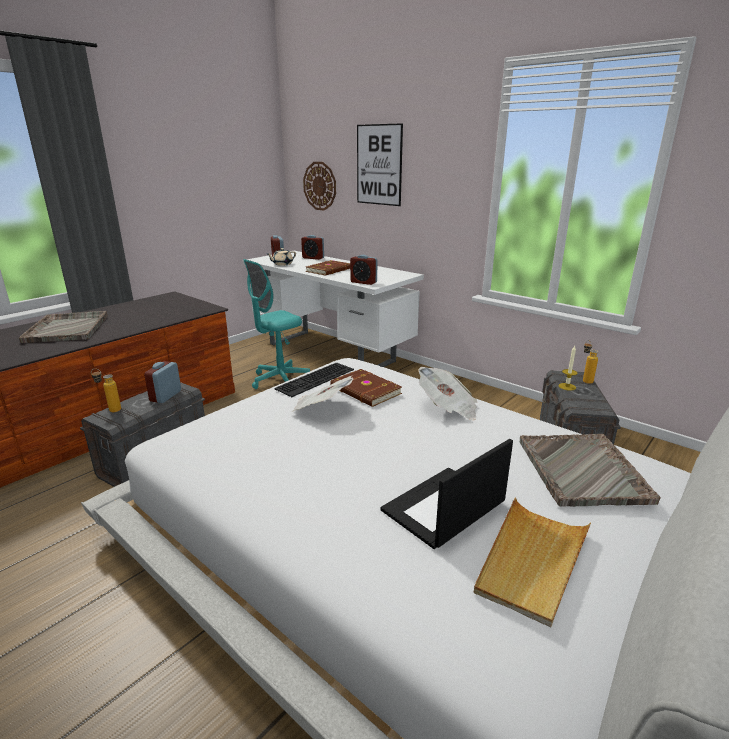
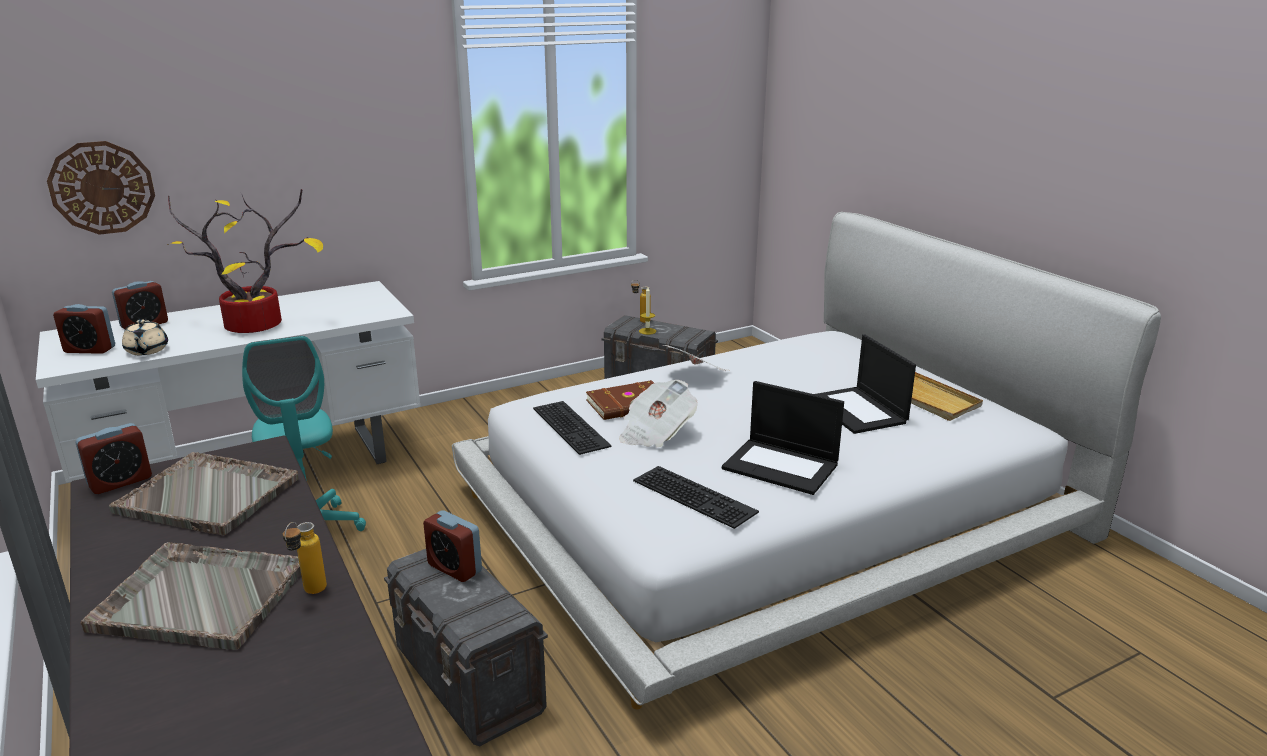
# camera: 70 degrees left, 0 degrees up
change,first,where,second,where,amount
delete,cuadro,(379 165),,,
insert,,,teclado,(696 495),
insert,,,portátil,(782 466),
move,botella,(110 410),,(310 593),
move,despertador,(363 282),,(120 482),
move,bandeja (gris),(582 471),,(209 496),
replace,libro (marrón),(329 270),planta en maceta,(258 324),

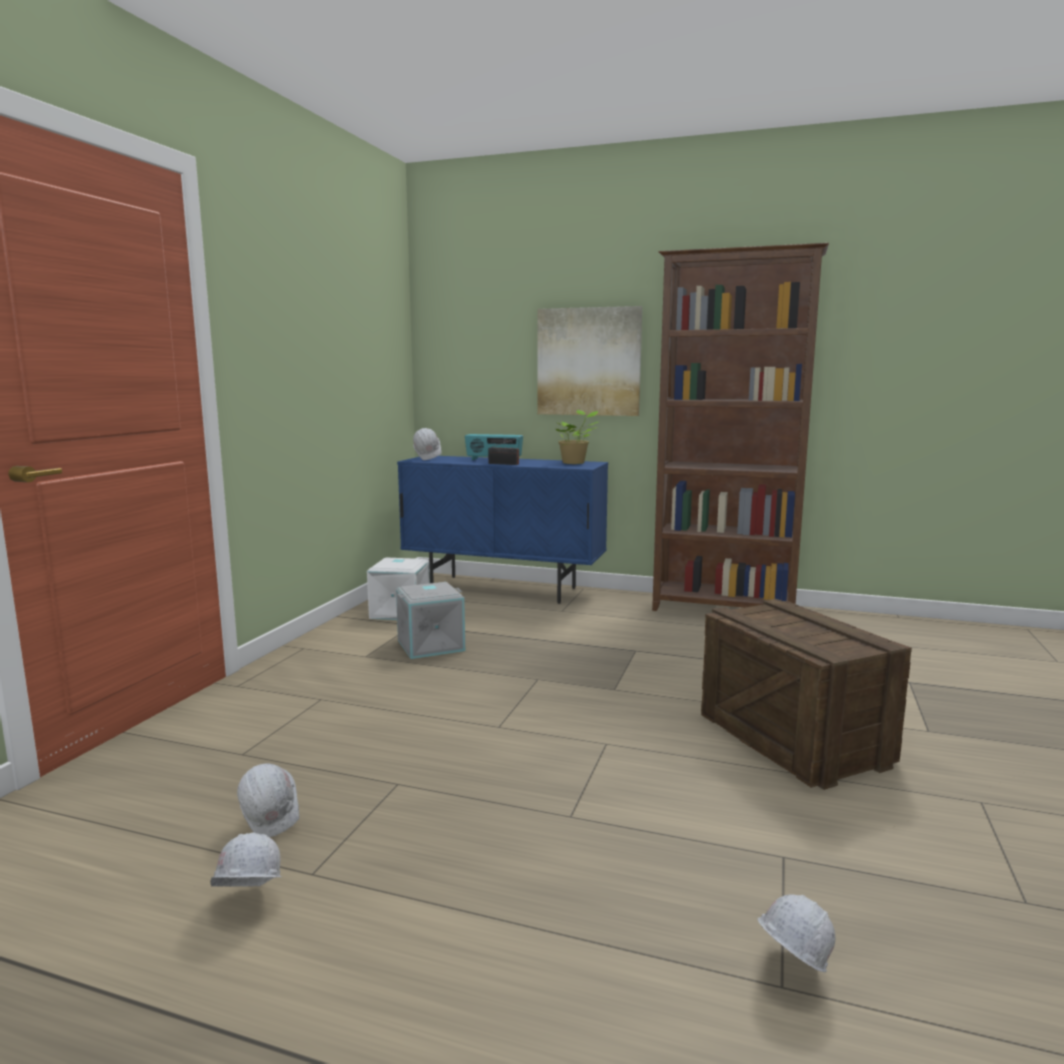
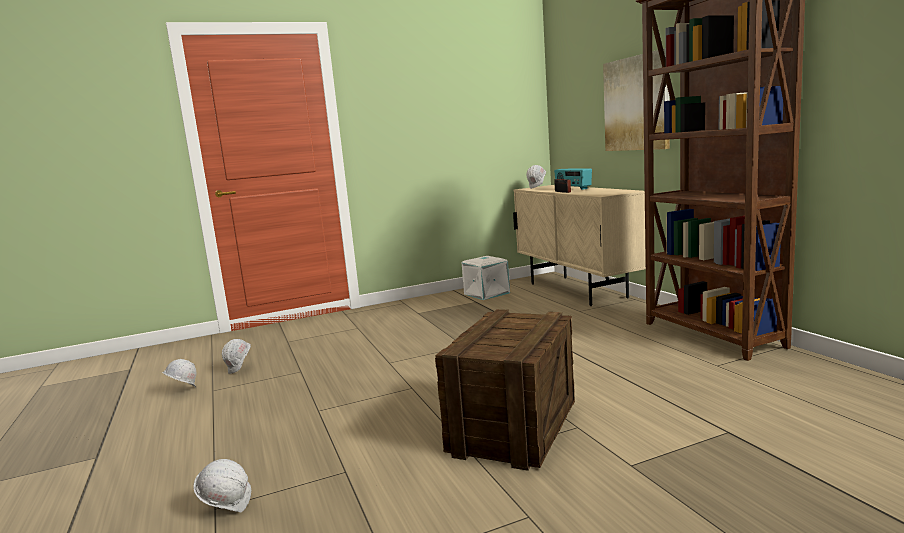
# camera: 50 degrees right, 0 degrees up
change,first,where,second,where,amount
delete,caja de almacenaje (gris),(431 645),,,
delete,planta en maceta,(575 463),,,
recolor,armario (azul),(503 589),armario (beis),(577 290),

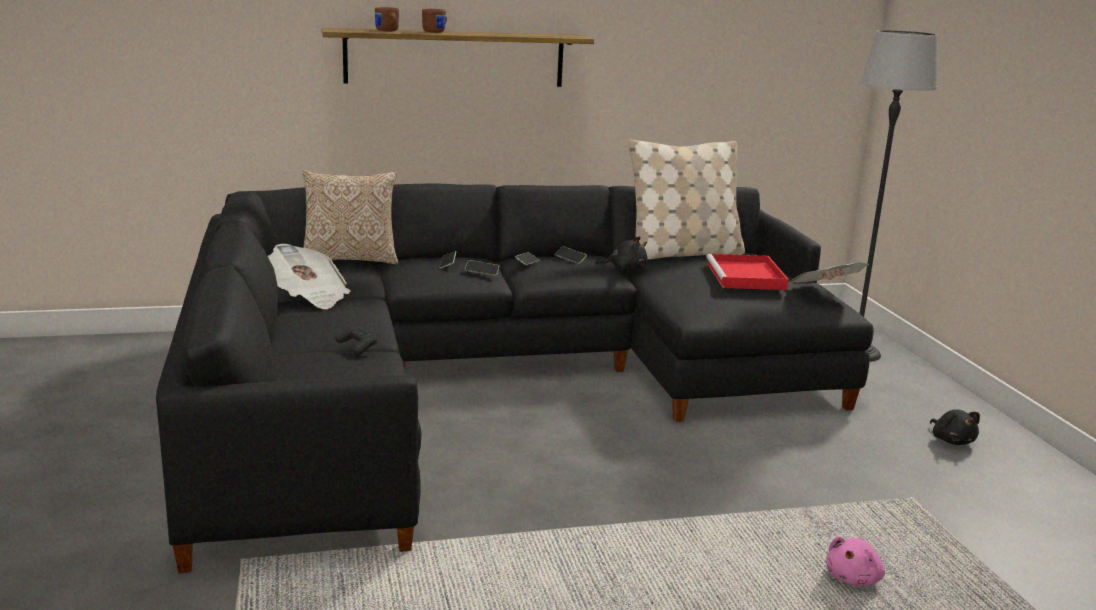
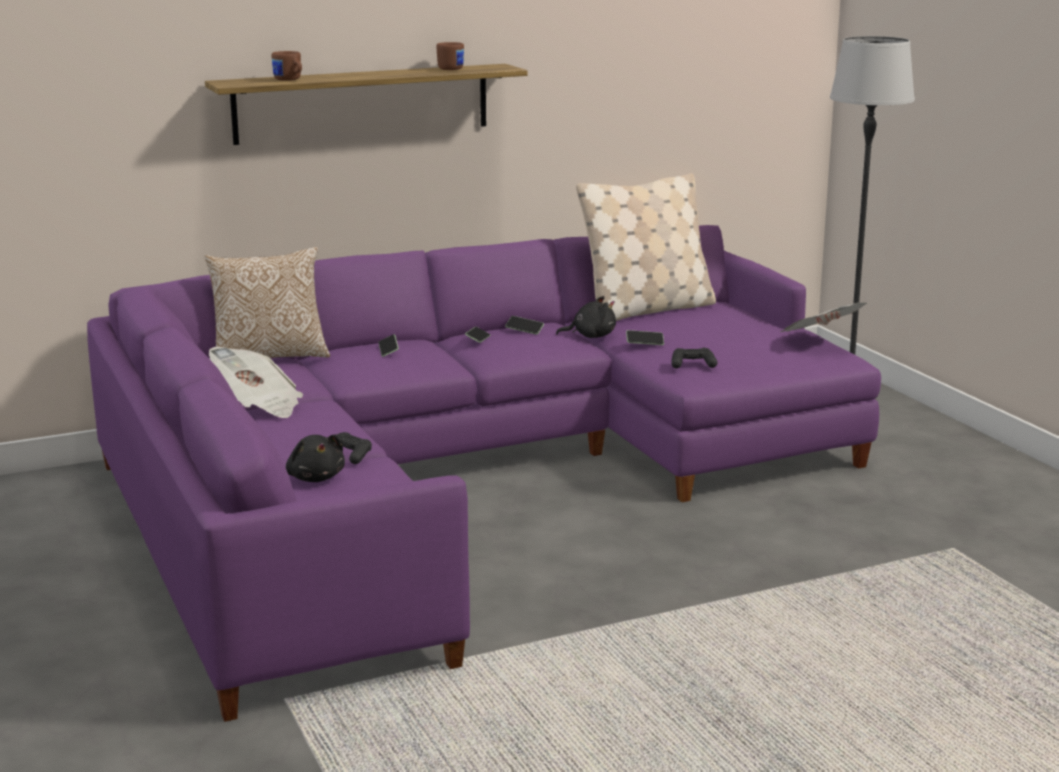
# camera: 10 degrees left, 0 degrees up
change,first,where,second,where,amount
delete,bandeja (rojo),(747 277),,,
delete,peluche (rosa),(853 578),,,
insert,,,mando de consola (negro),(692 365),
move,taza grande (marrón),(436 32),,(452 69),
move,móvil,(482 272),,(644 343),
move,peluche (negro),(952 440),,(316 478),
recolor,sofá (negro),(494 381),sofá (morado),(460 483),

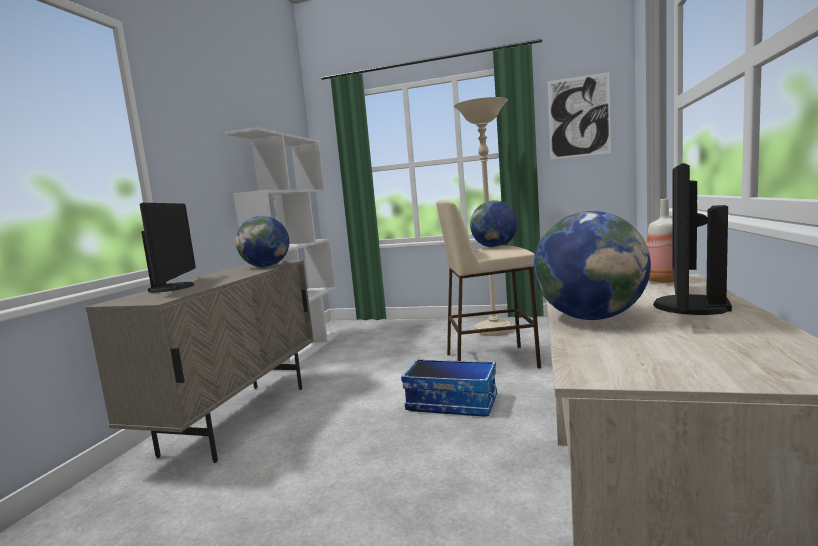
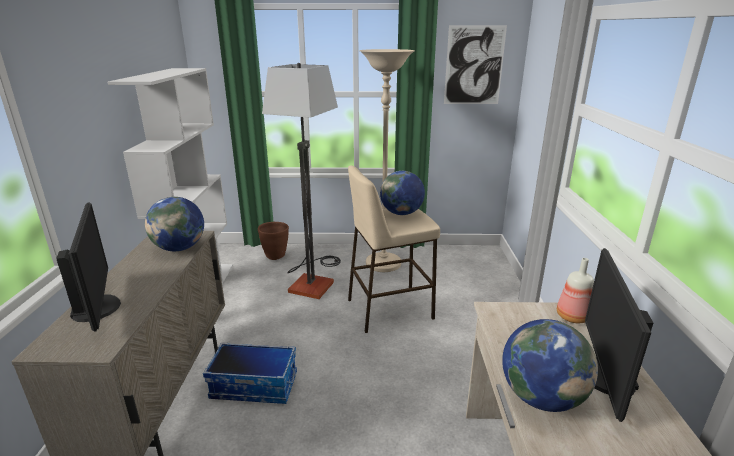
# camera: 15 degrees left, 15 degrees up
change,first,where,second,where,amount
insert,,,maceta (marrón),(275 256),
insert,,,lámpara de pie,(313 280),
move,caja de almacenaje,(452 403),,(255 385),

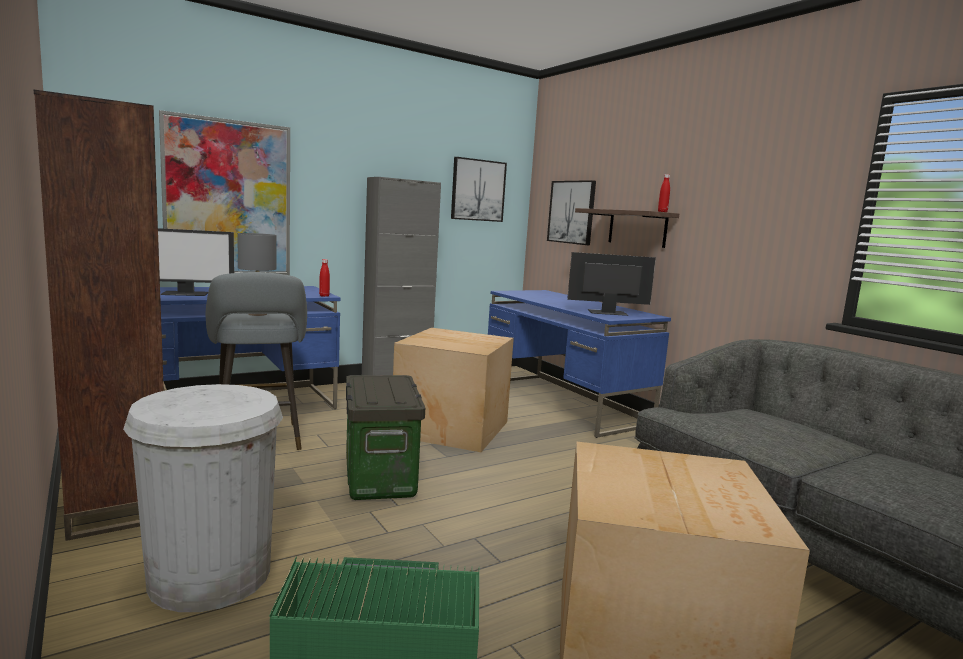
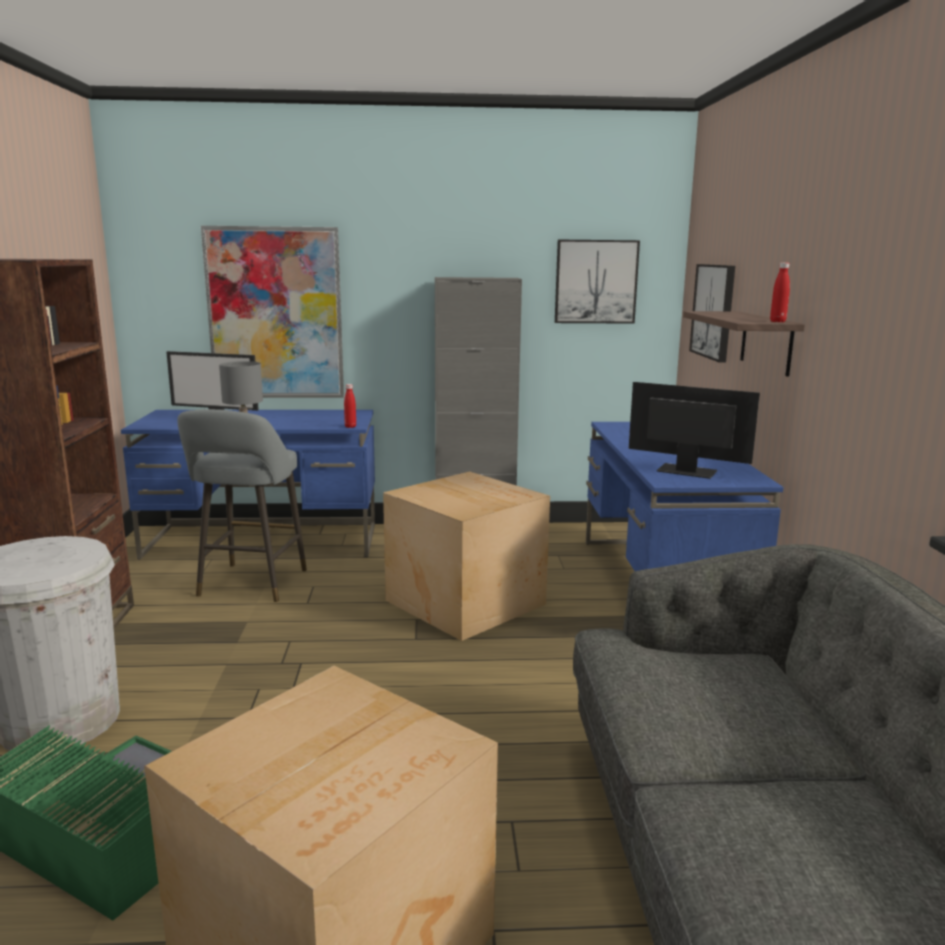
# camera: 30 degrees right, 5 degrees up
change,first,where,second,where,amount
delete,caja de almacenaje,(378 476),,,

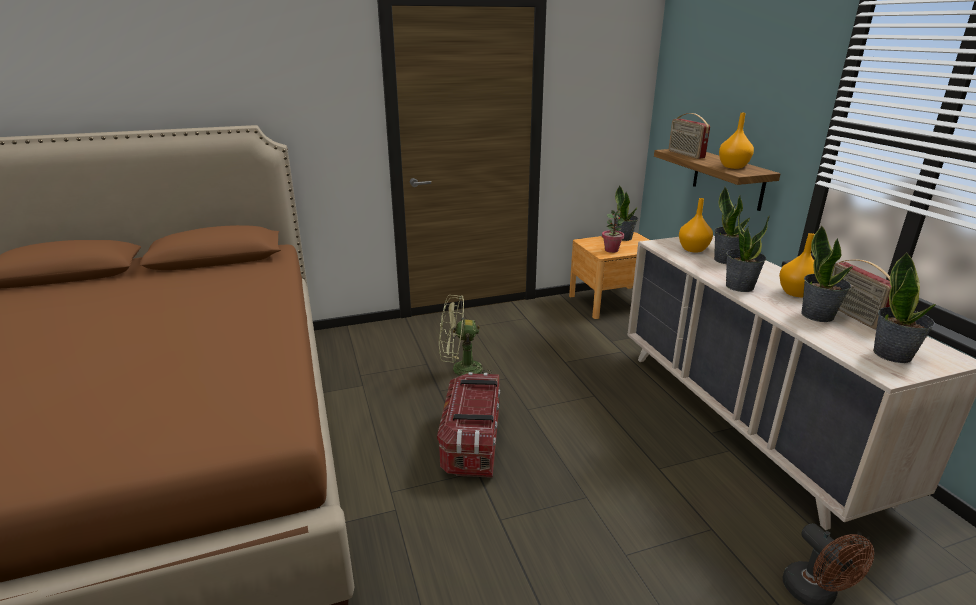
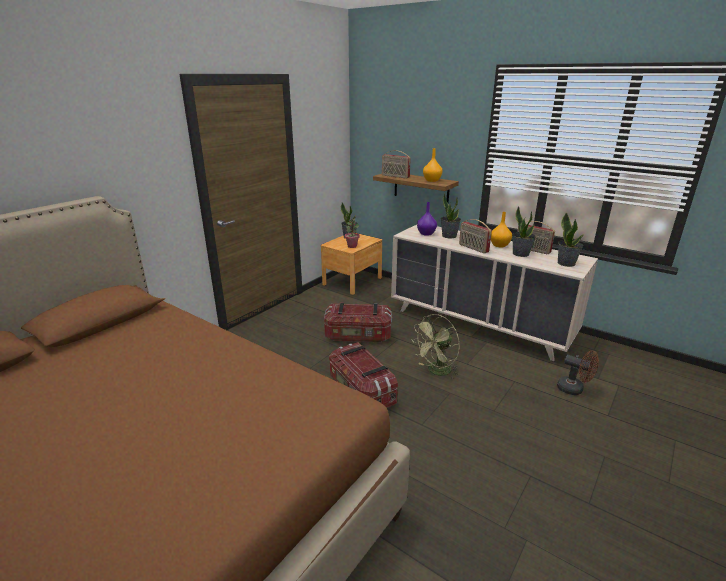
# camera: 35 degrees left, 0 degrees up
change,first,where,second,where,amount
insert,,,caja de almacenaje,(358 336),
move,ventilador (verde),(460 370),,(436 372),
replace,planta en maceta,(739 286),radio,(473 248),
recolor,florero (naranja),(693 249),florero (morado),(426 233),

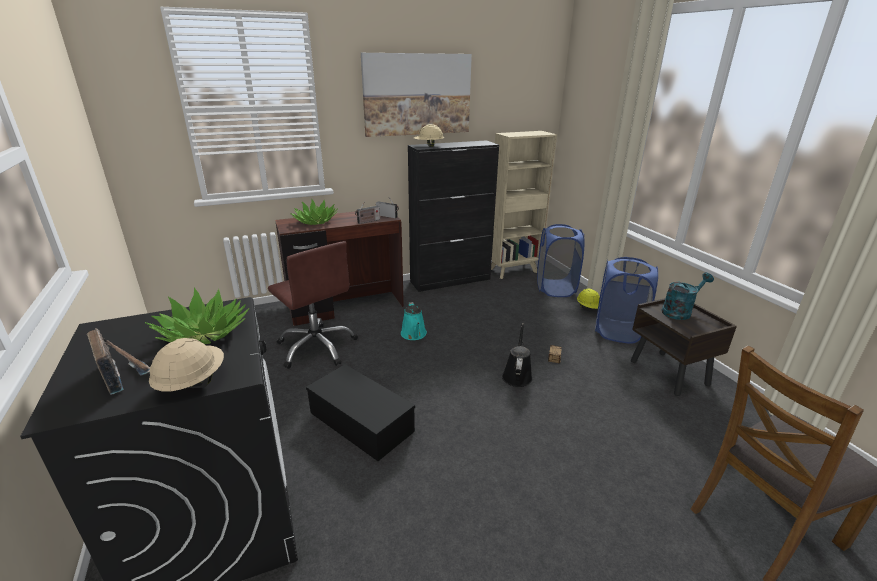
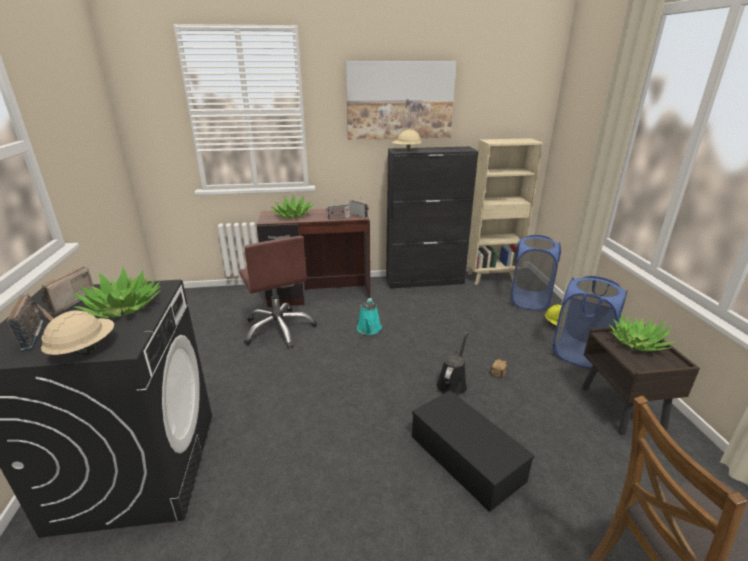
# camera: 15 degrees right, 0 degrees up
change,first,where,second,where,amount
insert,,,radio,(67 303),
move,caja de almacenaje (negro),(363 422),,(468 458),
replace,regadera (turquesa),(679 311),planta en maceta,(637 342),

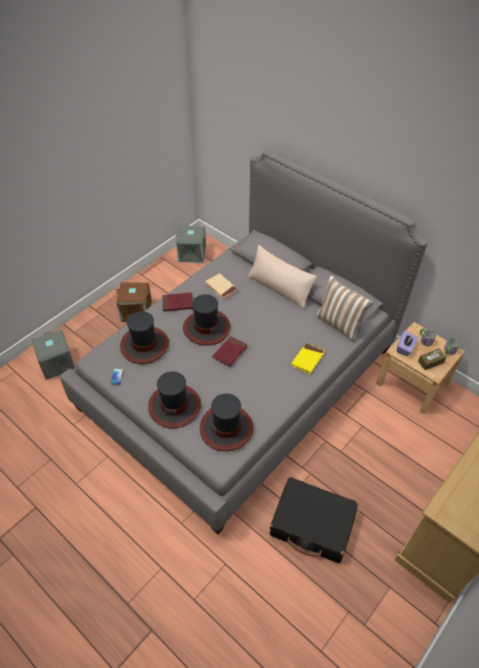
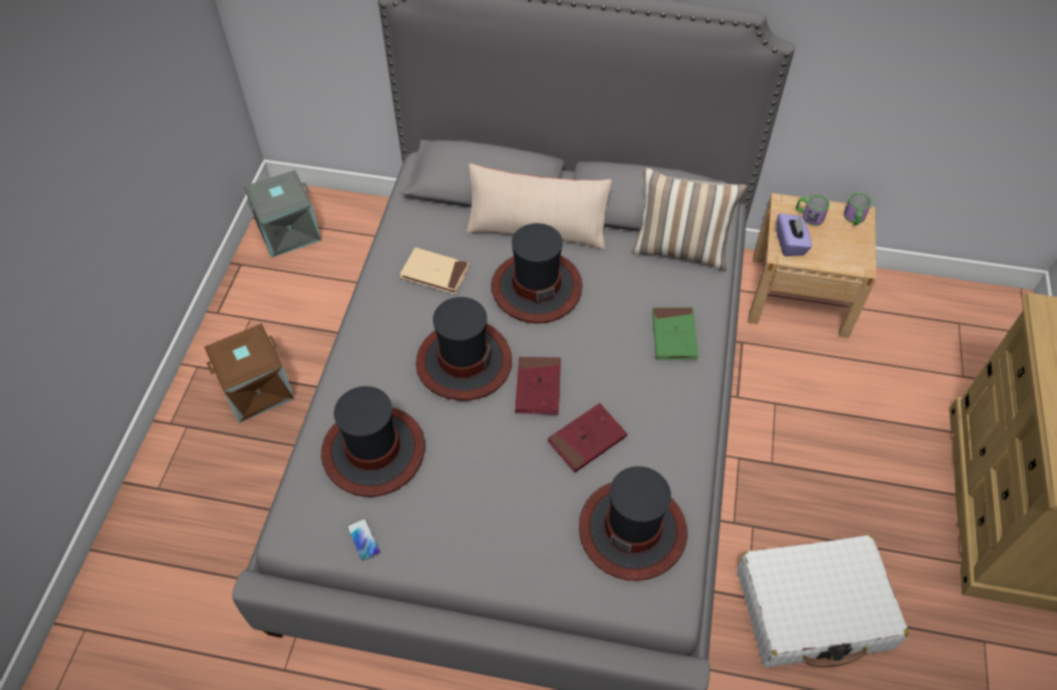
# camera: 30 degrees left, 5 degrees up
change,first,where,second,where,amount
delete,caja de almacenaje (gris),(56 364),,,
delete,caja de pañuelos (marrón),(430 362),,,
move,sombrero,(174 405),,(536 287),
move,libro (rojo),(177 303),,(587 439),
recolor,maleta (negro),(312 524),maleta (blanco),(813 609),
recolor,libro (amarillo),(307 359),libro (verde),(674 335),

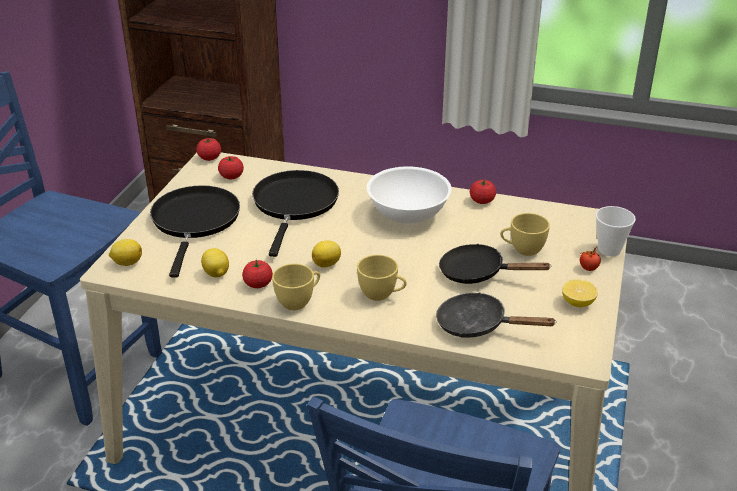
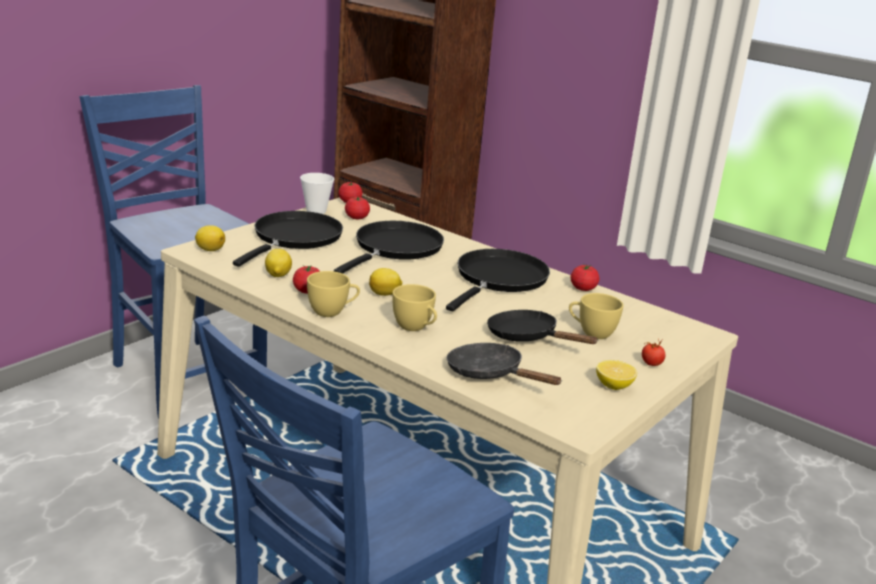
# camera: 20 degrees right, 10 degrees down
change,first,where,second,where,amount
move,taza,(609 250),,(316 211),
replace,cuenco (blanco),(408 213),sartén (negro),(499 279),

